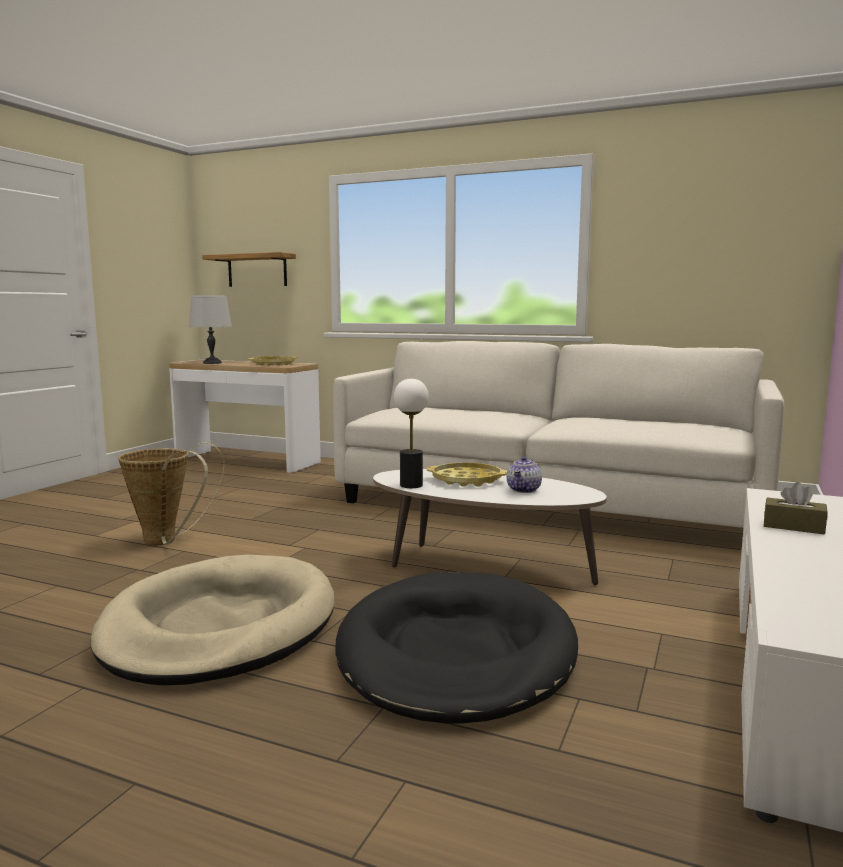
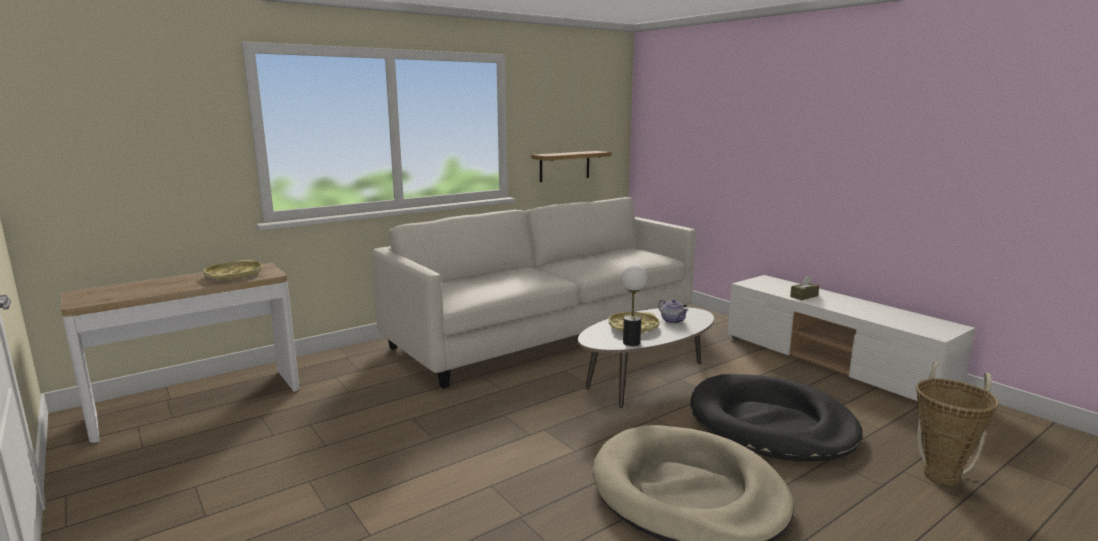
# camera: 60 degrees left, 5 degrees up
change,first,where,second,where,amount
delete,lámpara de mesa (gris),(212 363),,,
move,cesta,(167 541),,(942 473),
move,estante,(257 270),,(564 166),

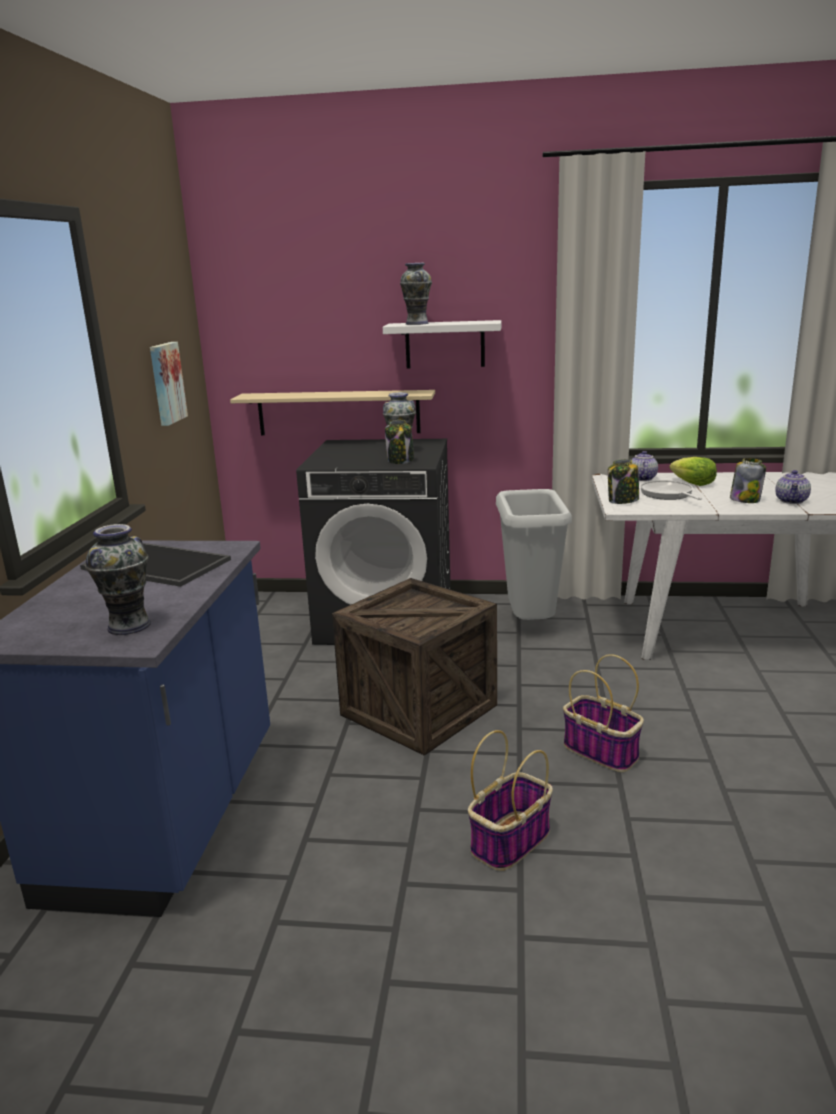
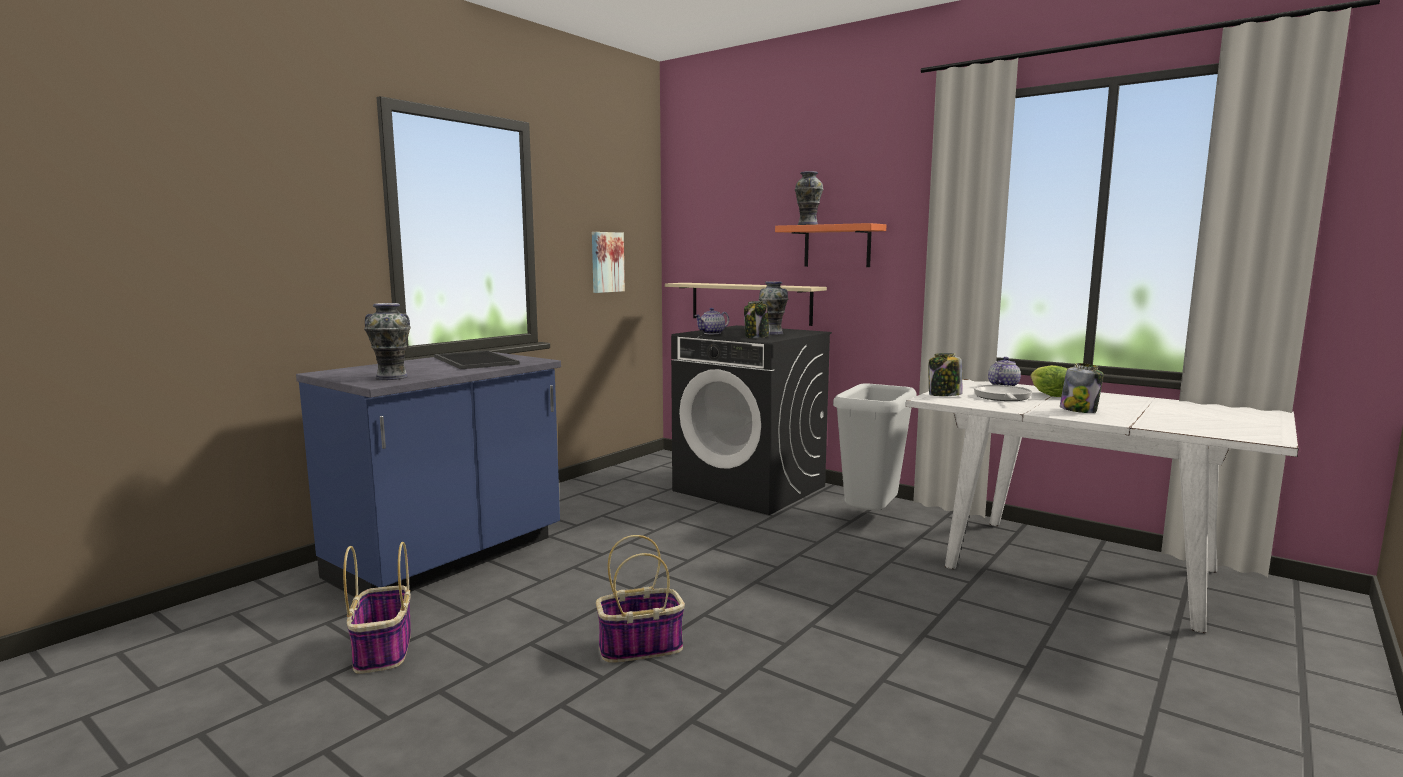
# camera: 30 degrees right, 10 degrees down
change,first,where,second,where,amount
delete,caja de embalaje,(419 710),,,
move,cesta,(602 752),,(383 651),
move,tetera,(792 501),,(712 333),
recolor,estante (blanco),(445 344),estante (naranja),(837 246),

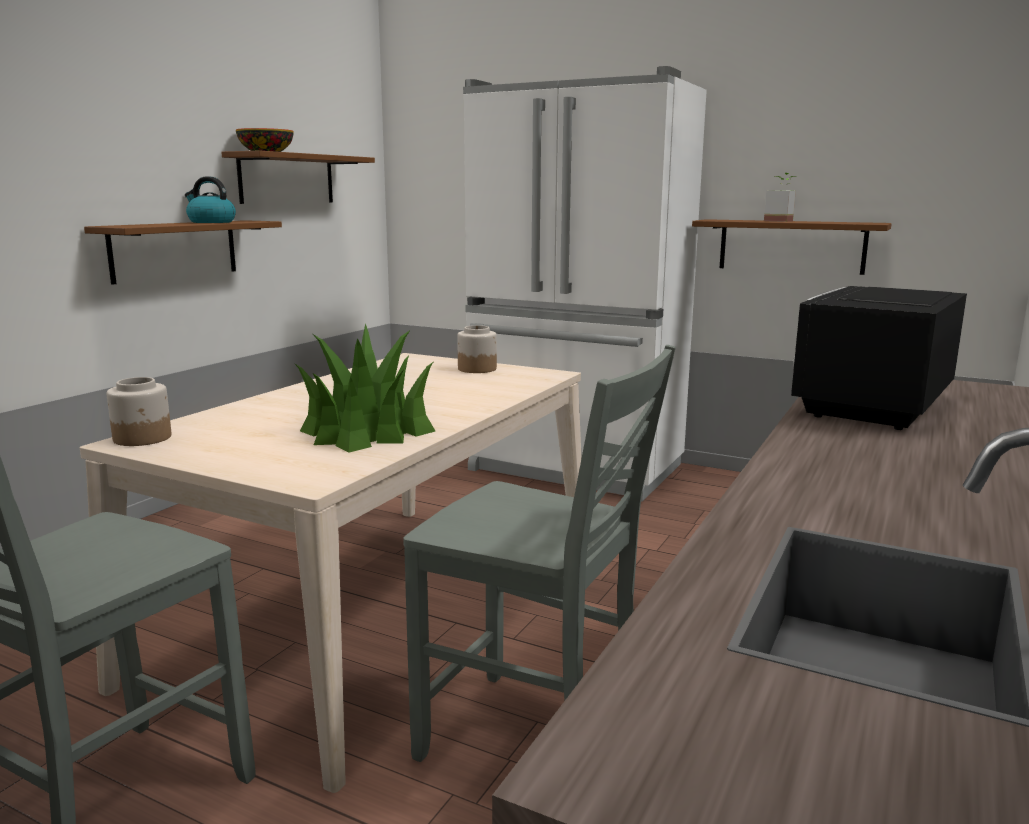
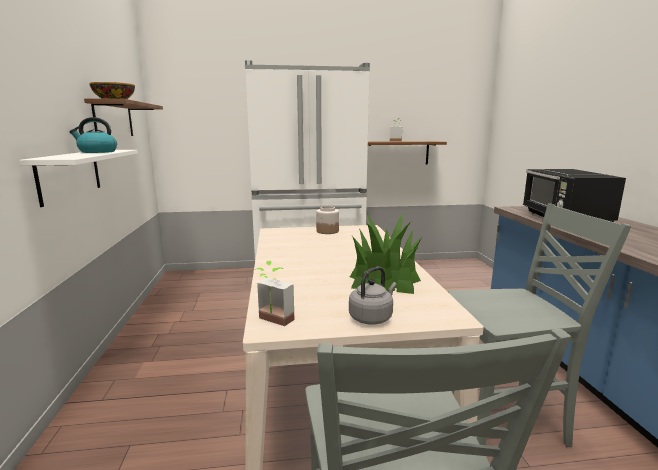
# camera: 35 degrees left, 0 degrees up
change,first,where,second,where,amount
insert,,,hervidor (gris),(372 317),
replace,tarro,(143 438),planta en maceta,(272 321),
recolor,estante (marrón),(175 250),estante (blanco),(70 175),

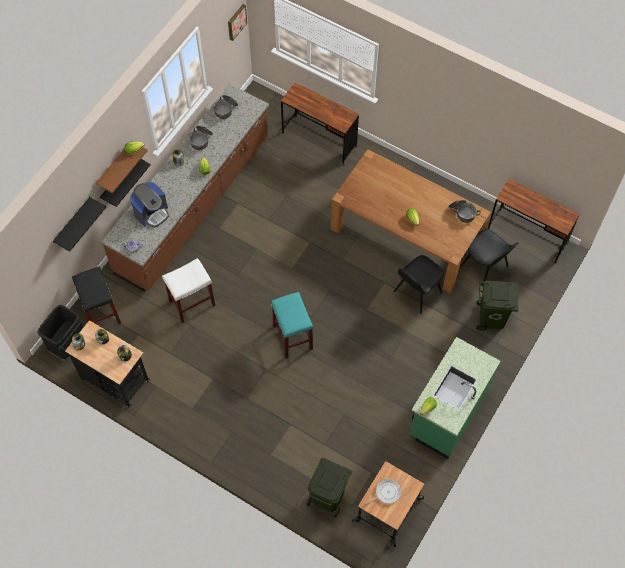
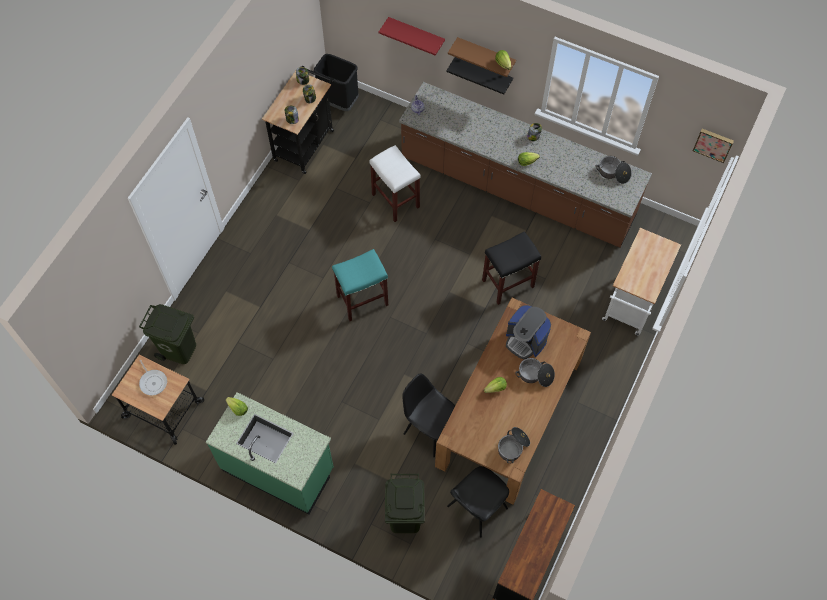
# camera: 85 degrees right, 0 degrees up
change,first,where,second,where,amount
move,taburete (negro),(101 312),,(508 283),
move,cafetera,(152 213),,(525 340),
move,olla,(201 140),,(535 375),
replace,escritorio (marrón),(319 139),carrito (blanco),(630 307),
recolor,estante (negro),(73 223),estante (rojo),(416 34),

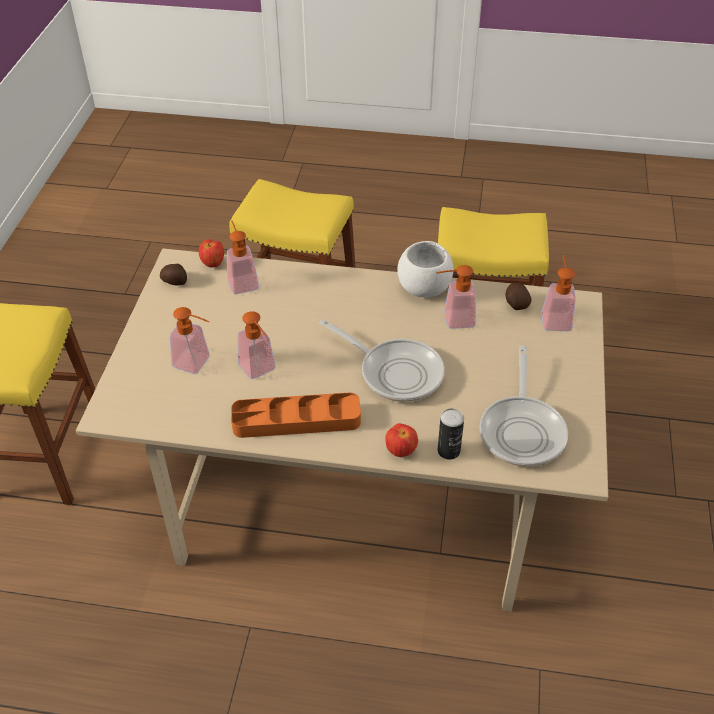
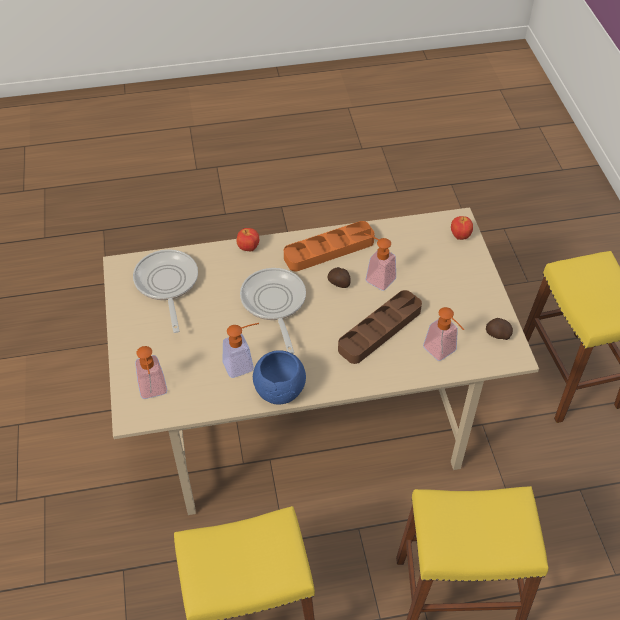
# camera: 160 degrees right, 5 degrees up
change,first,where,second,where,amount
delete,dispensador de jabón,(197 364),,,
delete,lata,(448 451),,,
insert,,,bandeja (marrón),(380 330),
move,manzana,(213 264),,(459 236),
move,patata,(515 304),,(339 283),
recolor,cuenco (blanco),(423 288),cuenco (azul),(280 390),
rotate,sartén,(395 372),,(274 304),60 degrees clockwise

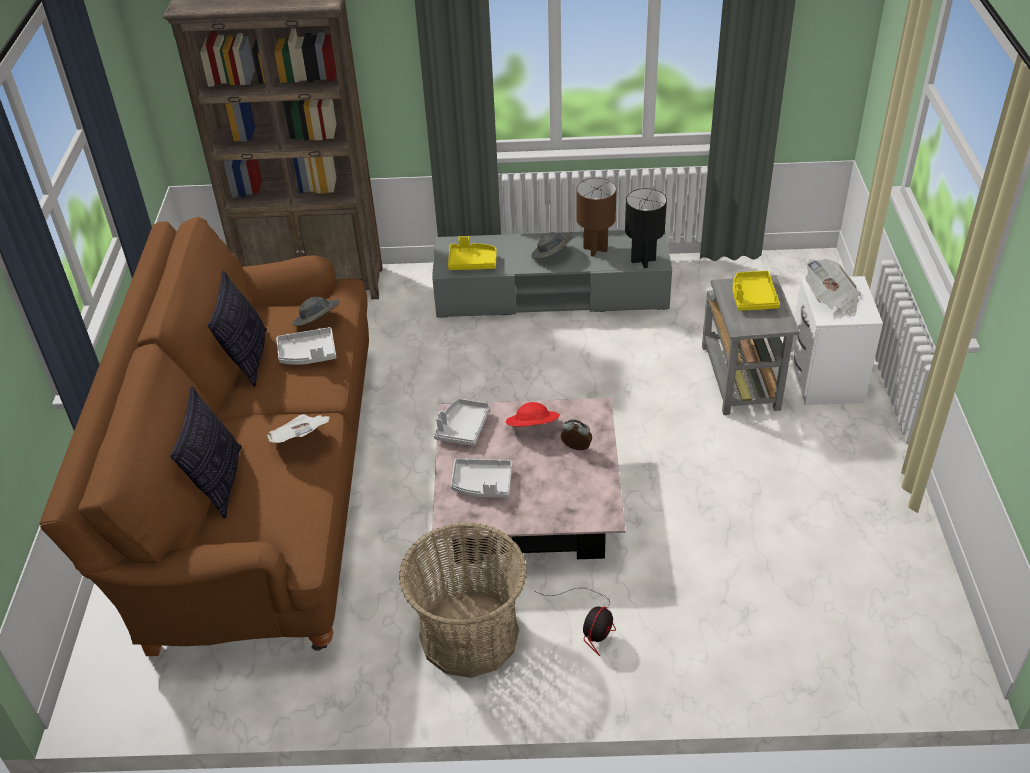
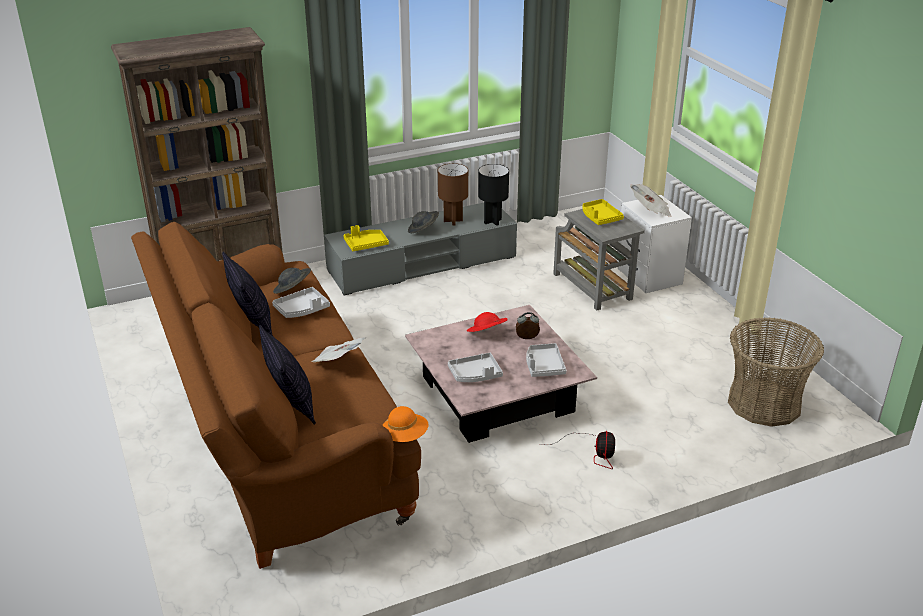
# camera: 25 degrees left, 10 degrees down
change,first,where,second,where,amount
insert,,,sombrero (naranja),(405 436),
move,cesta,(469 635),,(764 403),
move,bandeja (gris),(462 428),,(543 366),

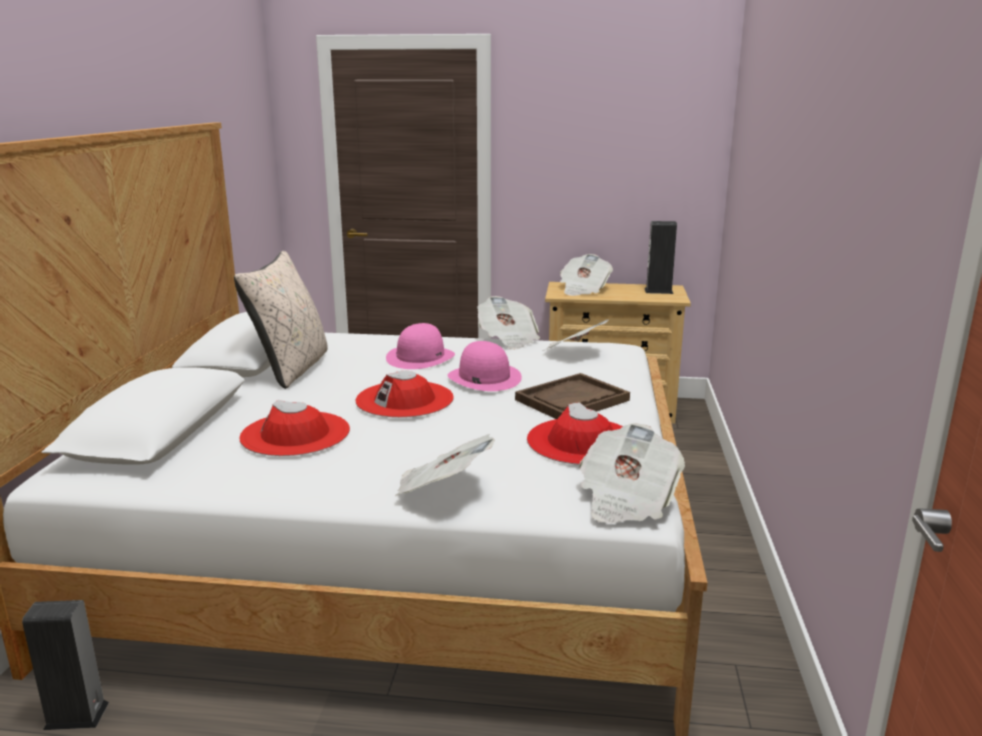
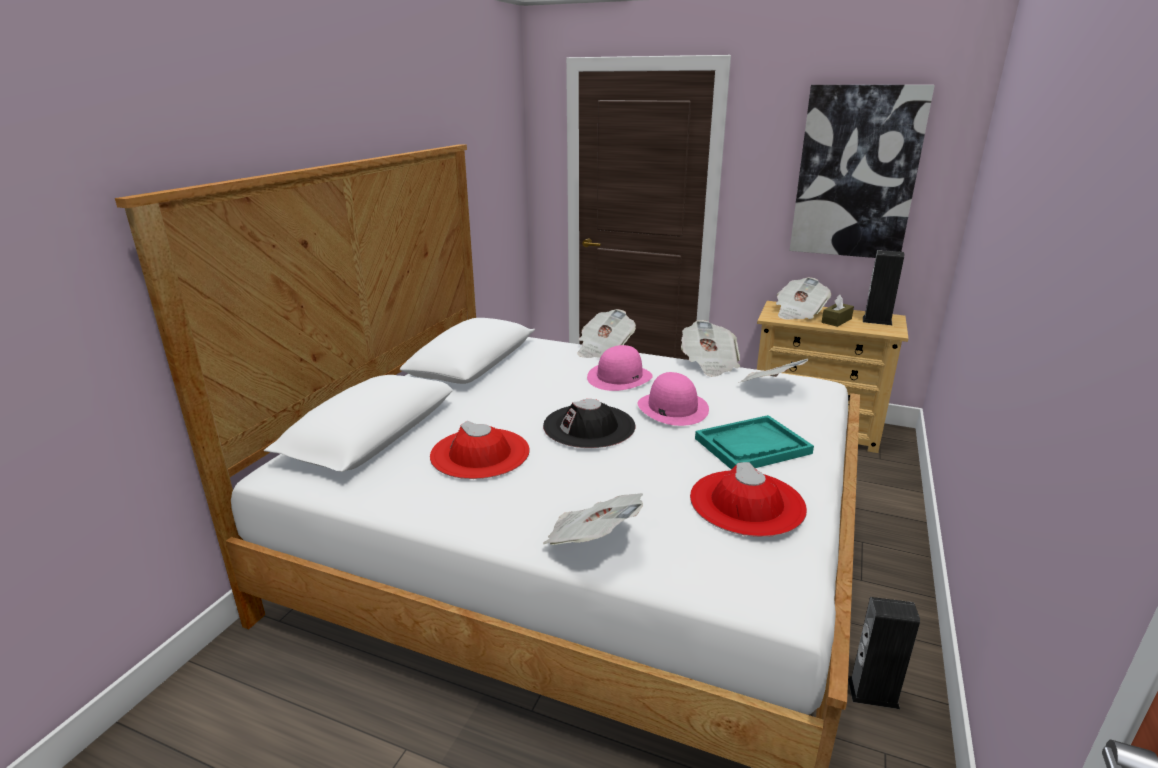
# camera: 15 degrees right, 5 degrees up
change,first,where,second,where,amount
delete,cojín (beis),(291 369),,,
insert,,,cuadro,(856 173),
insert,,,caja de pañuelos (marrón),(836 321),
move,altavoz,(76 716),,(873 693),
move,periódico,(626 500),,(603 350),
recolor,sombrero (rojo),(405 399),sombrero (negro),(589 426),
recolor,bandeja (marrón),(572 400),bandeja (turquesa),(752 446),

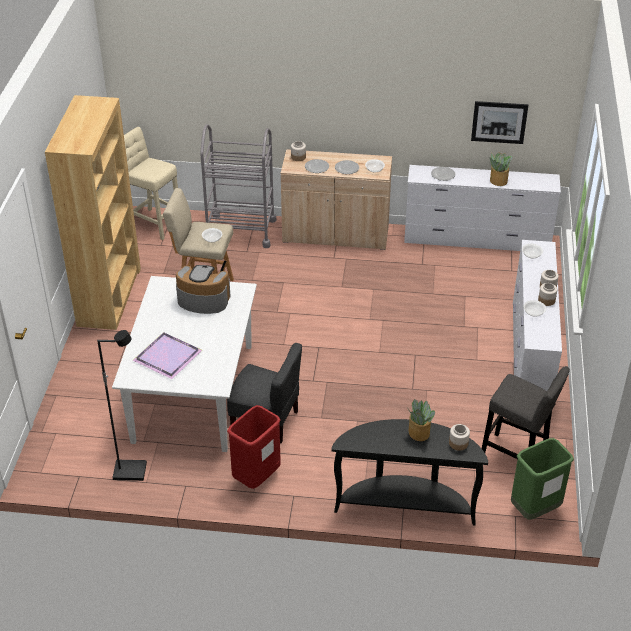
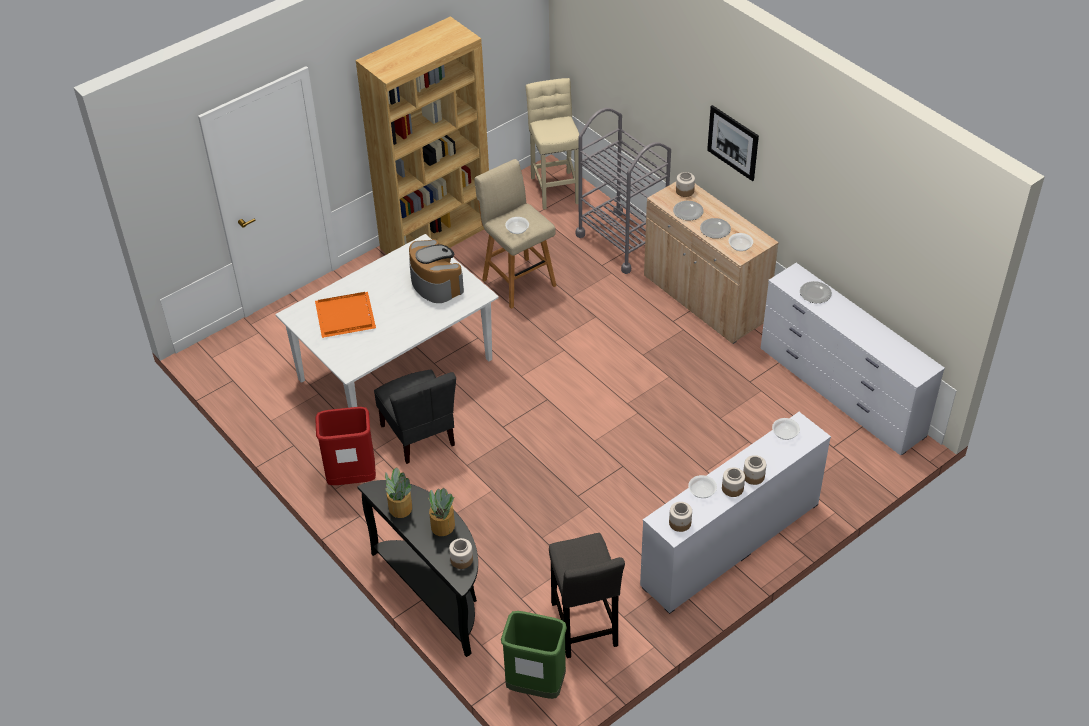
# camera: 45 degrees right, 5 degrees up
change,first,where,second,where,amount
delete,lámpara de pie (negro),(130 471),,,
insert,,,tarro,(680 523),
move,cuadro,(499 122),,(733 142),
move,planta en maceta,(498 181),,(400 507),
recolor,bandeja (morado),(169 356),bandeja (naranja),(346 316),

